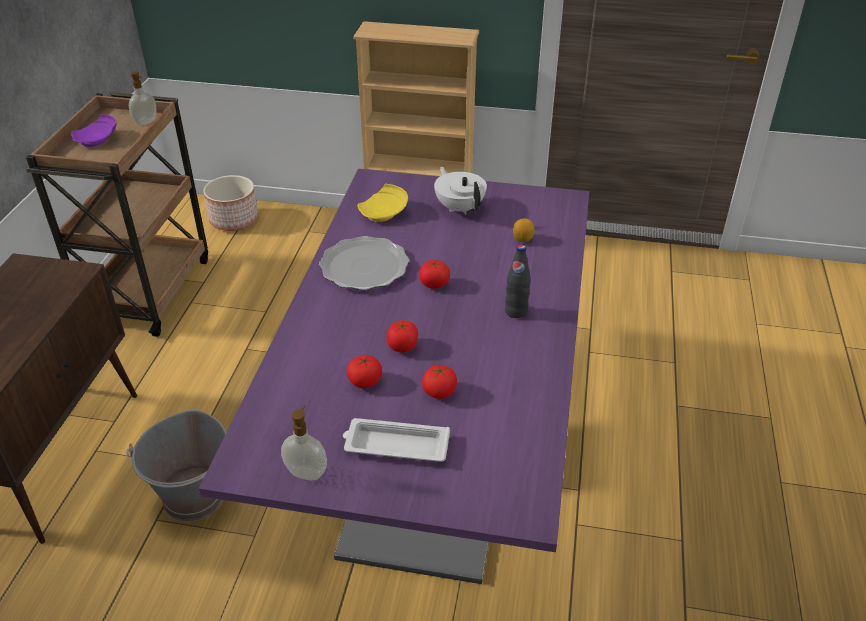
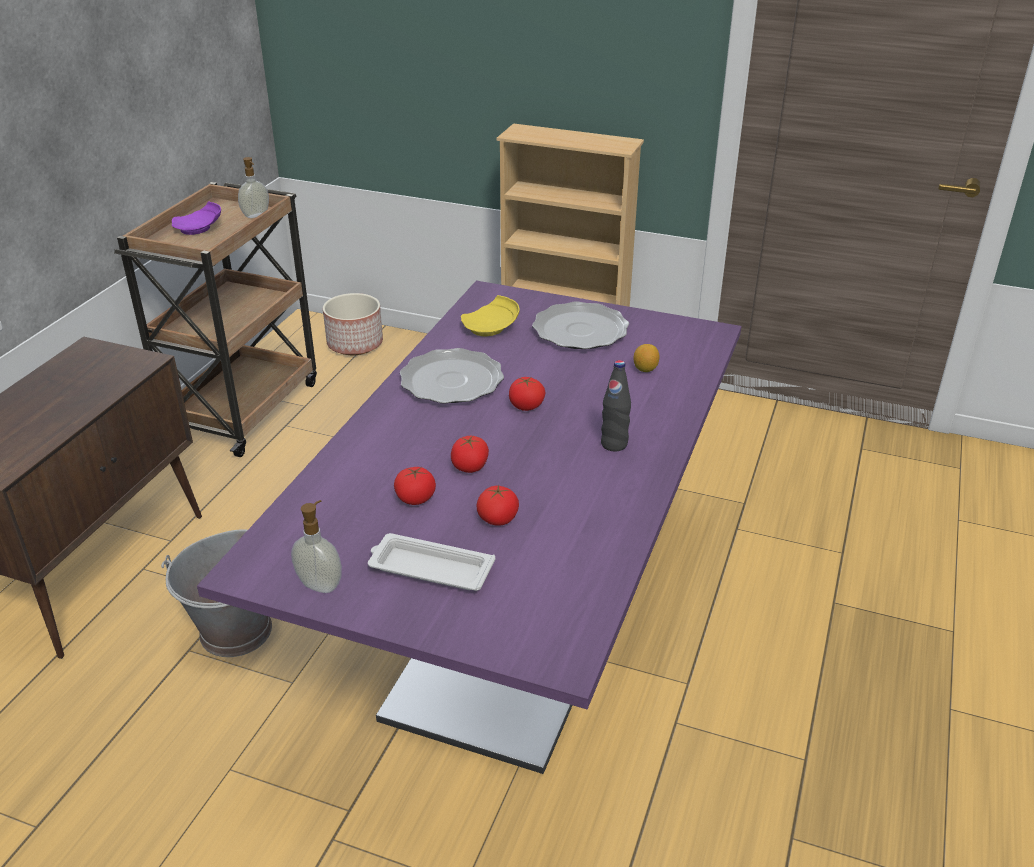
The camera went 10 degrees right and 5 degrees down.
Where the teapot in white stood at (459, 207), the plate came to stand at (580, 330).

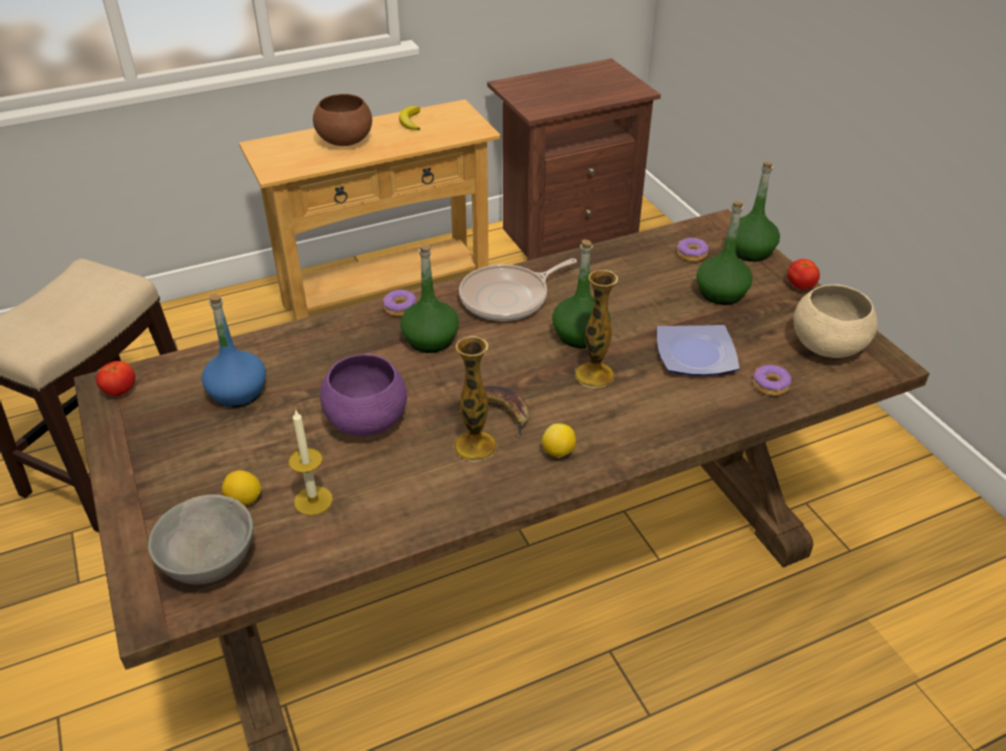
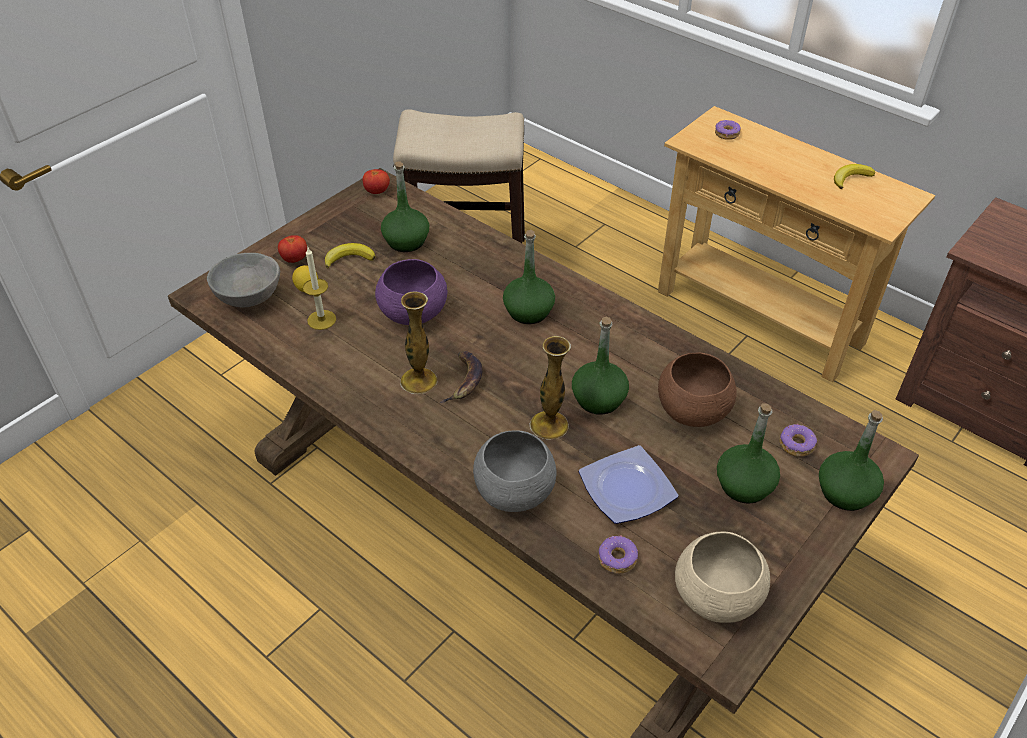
The camera went 65 degrees right and 5 degrees up.
What was the bottle in blue at (238, 392) turned into the bottle in green at (406, 241).
The bowl in brown ended up elsewhere, having gone from (345, 141) to (691, 411).
The donut ended up elsewhere, having gone from (400, 308) to (726, 134).
The second view lost the frying pan at (508, 298).
The second view lost the lemon at (558, 452).
The tomato ended up elsewhere, having gone from (800, 286) to (295, 259).
The second view gained the banana at (349, 258).
The second view gained the bowl in grey at (513, 492).

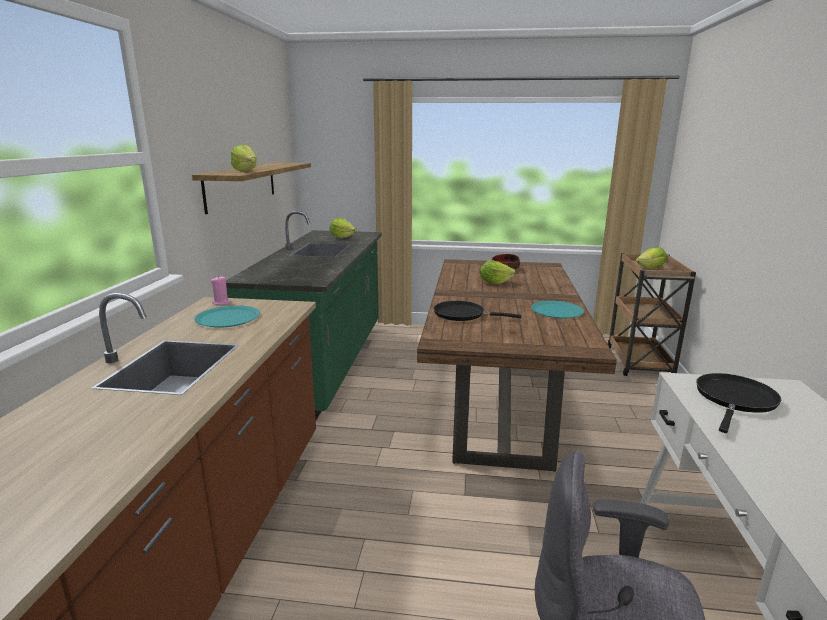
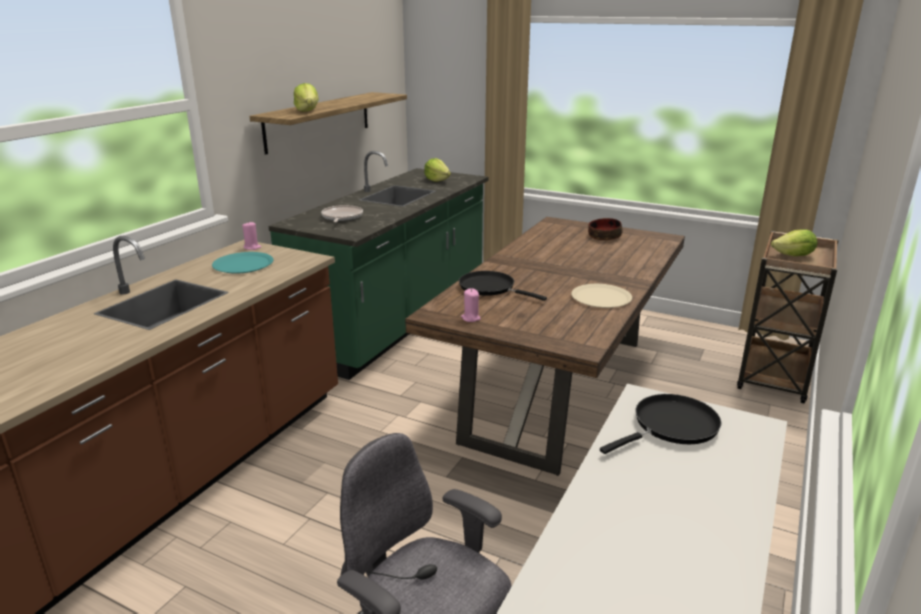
The camera went 20 degrees right and 5 degrees up.
The second view lost the lettuce at (494, 282).
What was the plate in turquoise at (557, 311) turned into the plate in beige at (601, 297).
The second view gained the frying pan at (341, 217).
The second view gained the candle in pink at (470, 318).

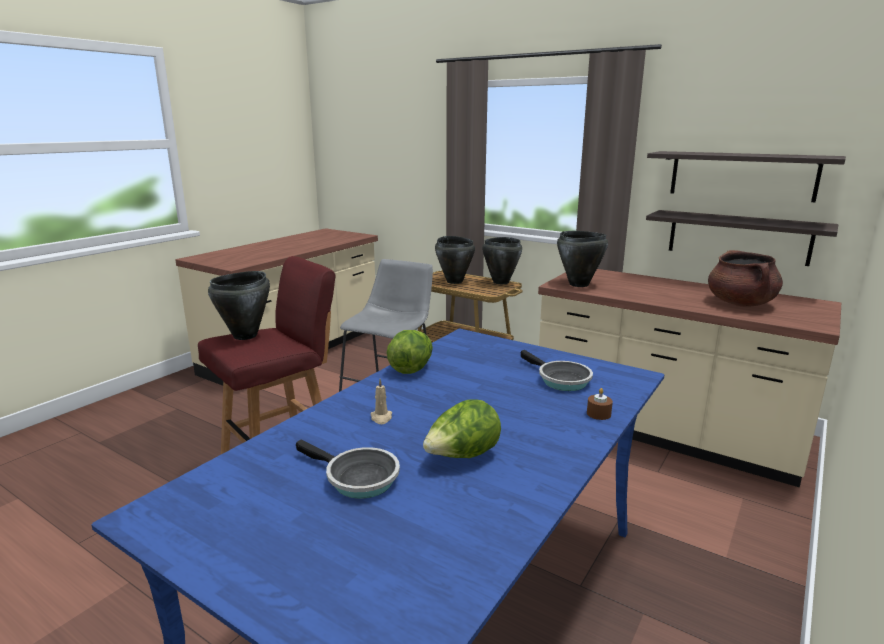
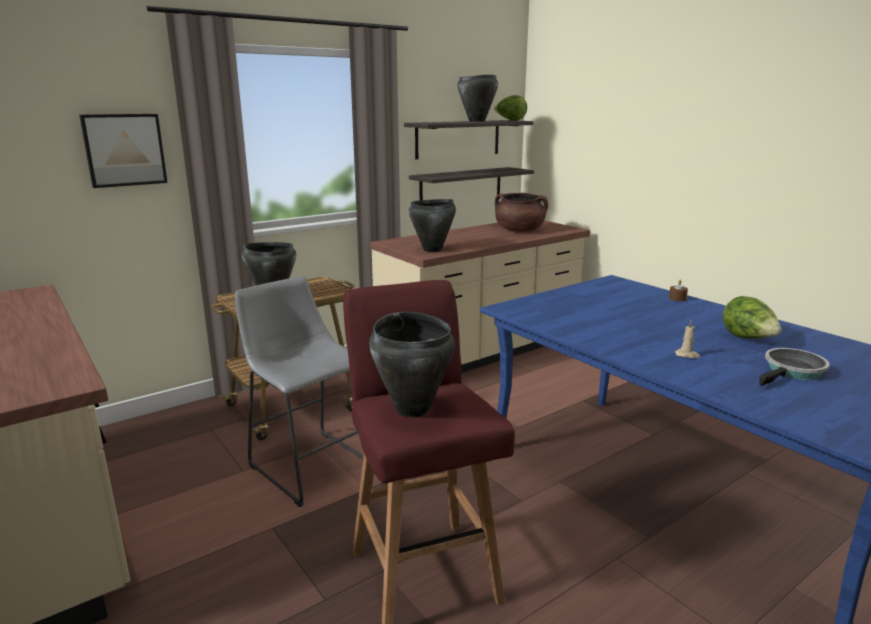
The camera went 70 degrees left and 0 degrees up.
The lettuce ended up elsewhere, having gone from (411, 368) to (510, 120).
The cooking pot in black ended up elsewhere, having gone from (500, 282) to (477, 121).
The second view lost the frying pan at (560, 380).
The second view gained the picture at (124, 150).

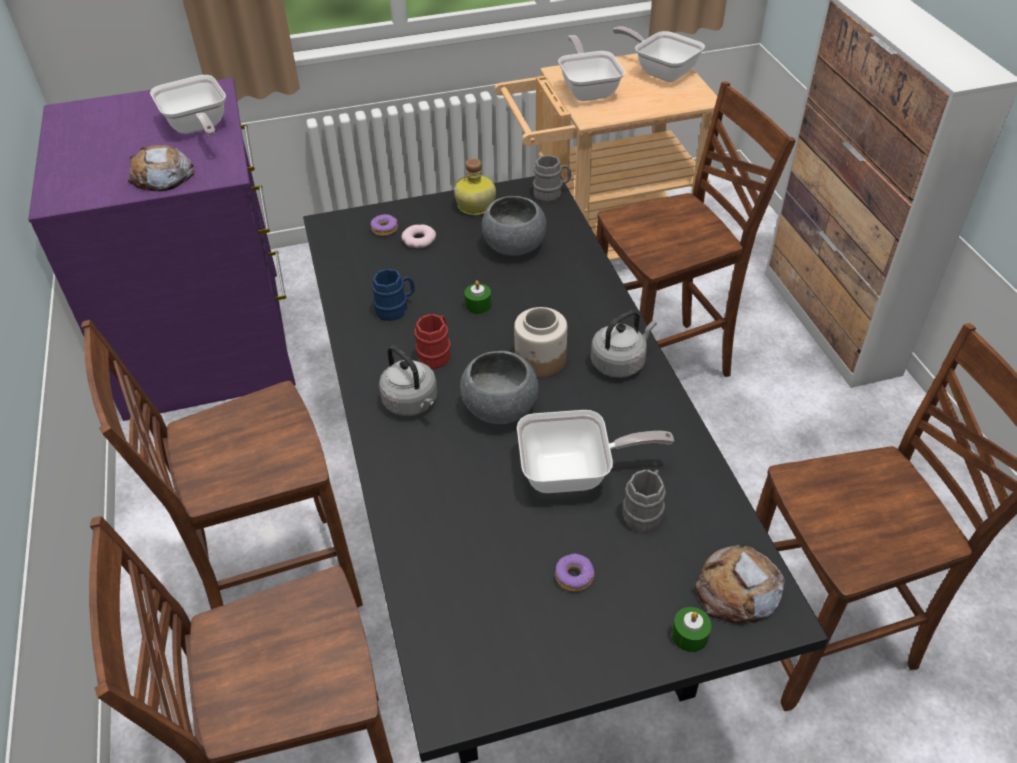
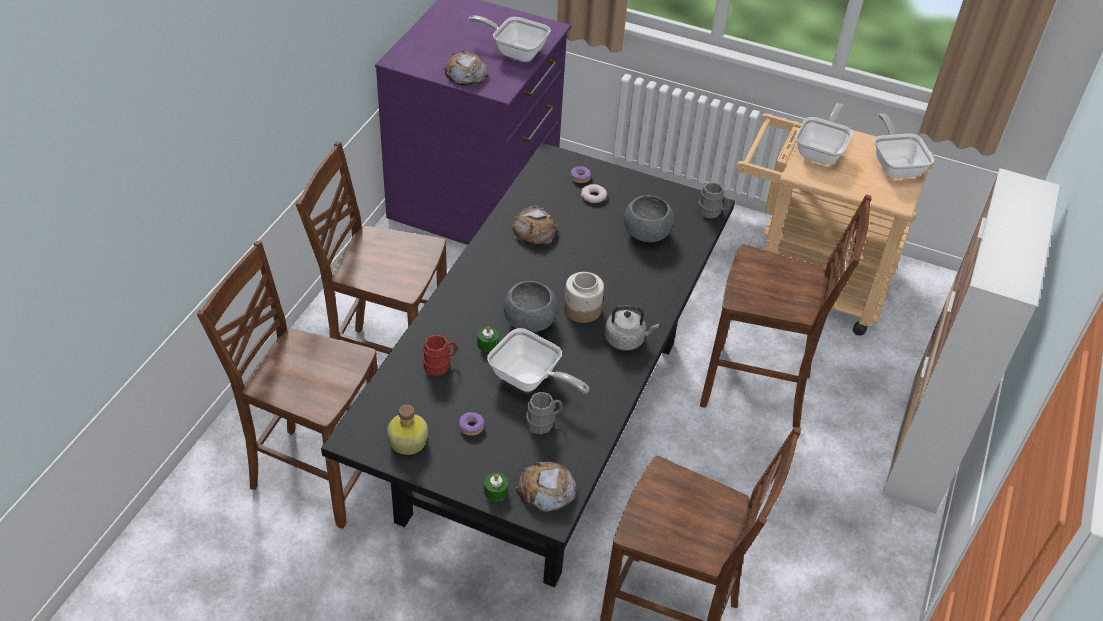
The camera went 35 degrees right and 0 degrees up.
The frying pan at (197, 128) ended up facing another way, 105 degrees clockwise from before.
Where the mug in blue stood at (396, 309), the bread came to stand at (534, 231).
The second view lost the kettle in grey at (412, 403).
The mug in red ended up elsewhere, having gone from (436, 353) to (440, 365).
The bottle ended up elsewhere, having gone from (475, 206) to (407, 442).
The candle in green ended up elsewhere, having gone from (478, 305) to (487, 344).

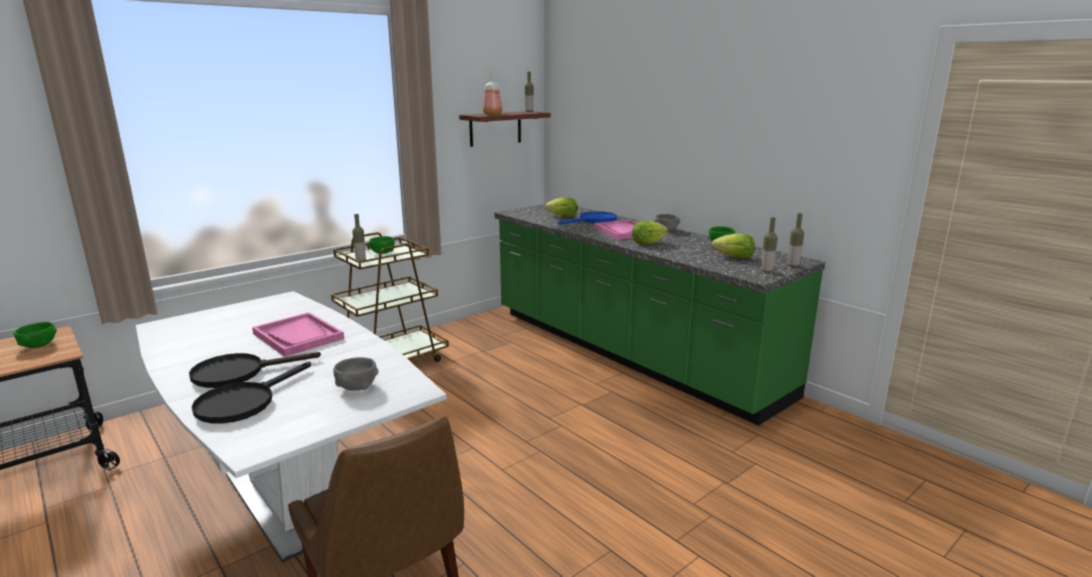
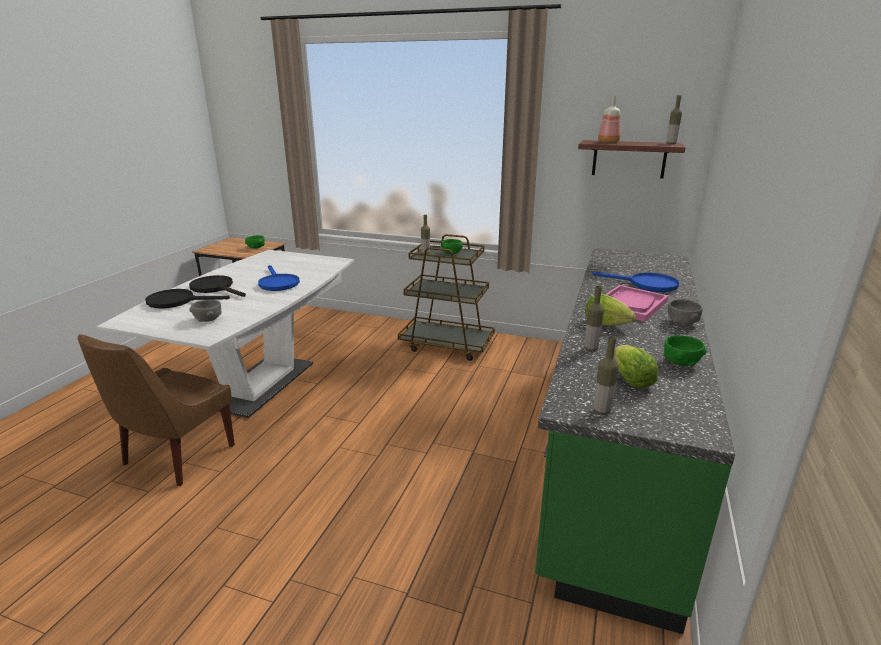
The camera went 60 degrees right and 5 degrees up.
Where the tray in pink stood at (298, 336), the frying pan in blue came to stand at (277, 283).
The second view lost the lettuce at (563, 216).
The bottle ended up elsewhere, having gone from (793, 266) to (590, 348).

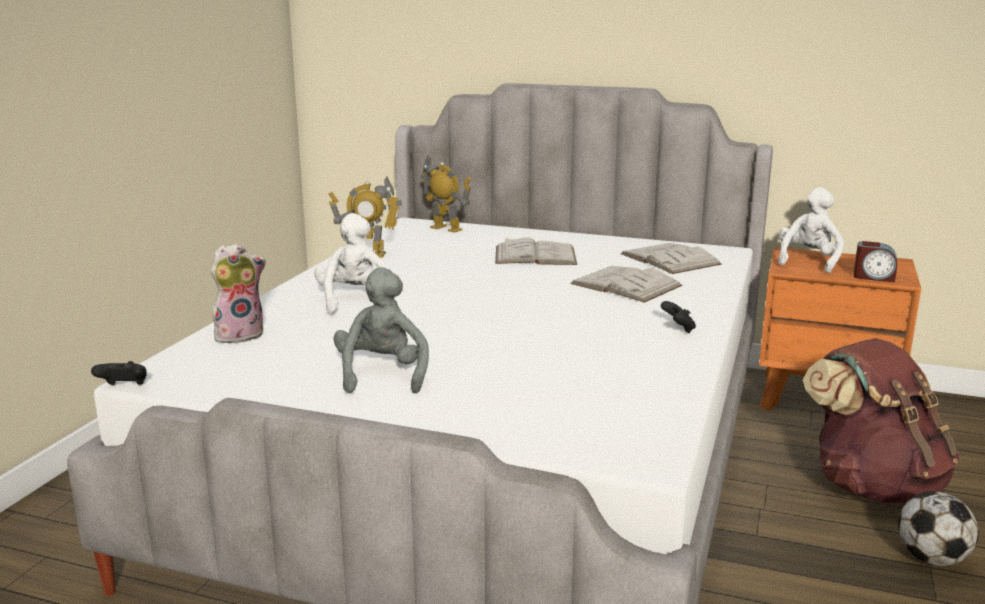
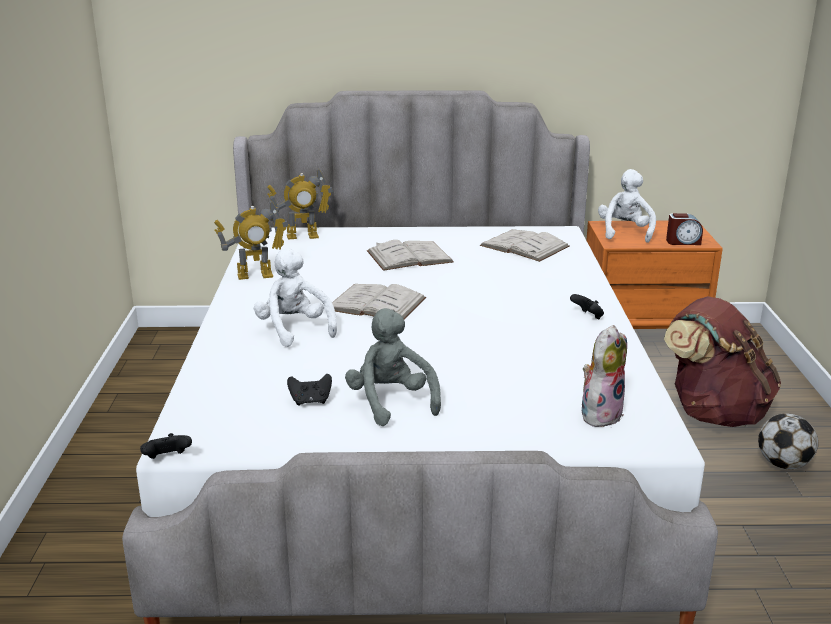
The camera went 20 degrees left and 5 degrees up.
The plush toy ended up elsewhere, having gone from (240, 335) to (600, 414).
The toy robot at (446, 228) ended up facing another way, 150 degrees clockwise from before.
The book in white ended up elsewhere, having gone from (626, 285) to (376, 303).
The second view gained the game controller in black at (310, 401).

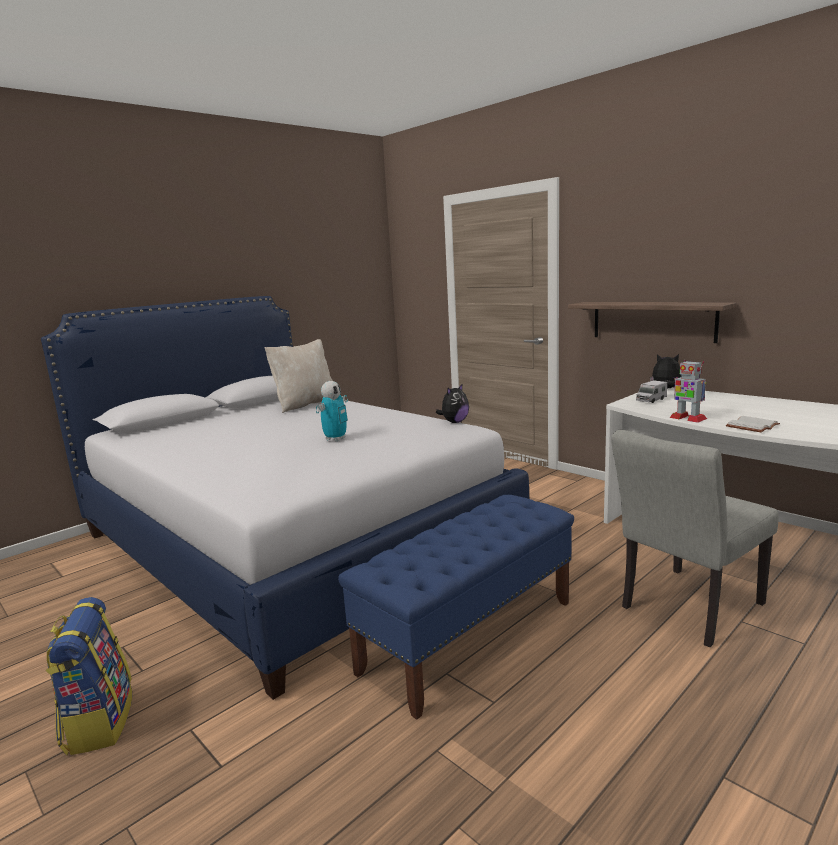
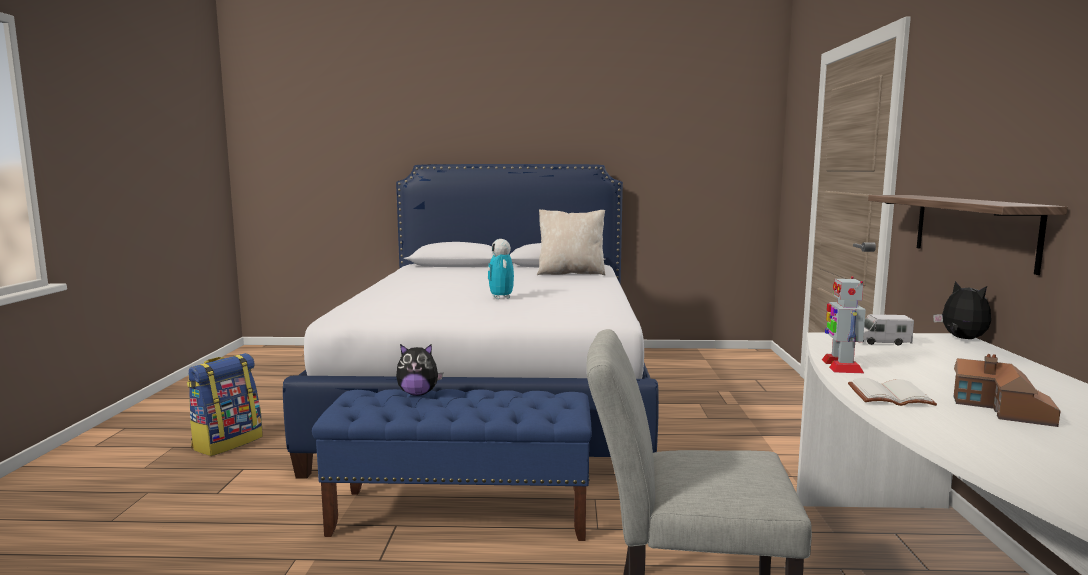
The camera went 45 degrees right and 5 degrees down.
The toy robot at (335, 439) ended up facing another way, 90 degrees clockwise from before.
The plush toy ended up elsewhere, having gone from (454, 422) to (418, 394).
The second view gained the toy house at (1002, 410).

